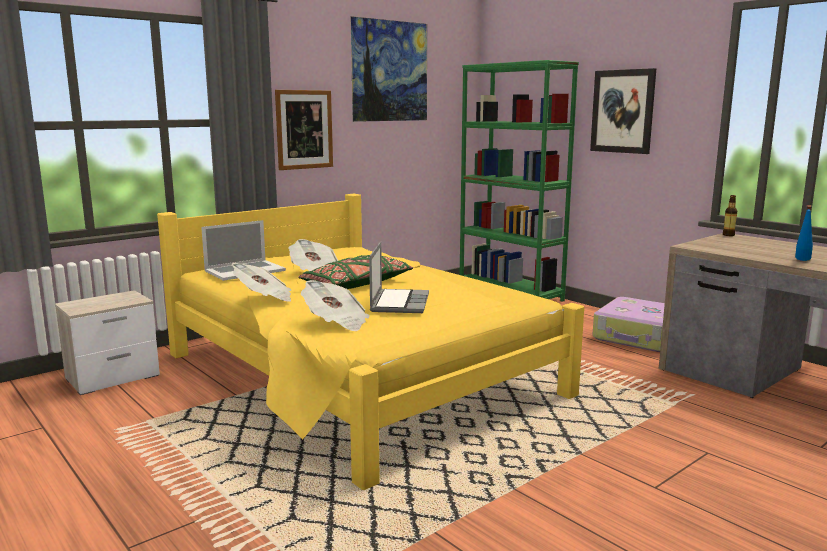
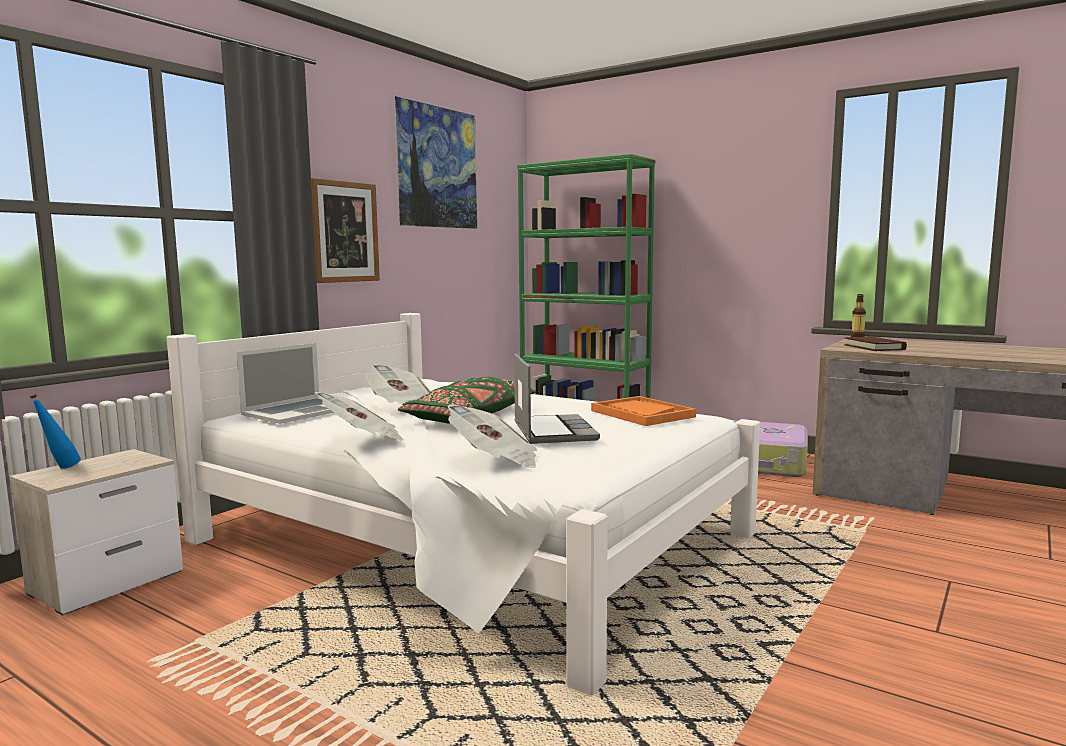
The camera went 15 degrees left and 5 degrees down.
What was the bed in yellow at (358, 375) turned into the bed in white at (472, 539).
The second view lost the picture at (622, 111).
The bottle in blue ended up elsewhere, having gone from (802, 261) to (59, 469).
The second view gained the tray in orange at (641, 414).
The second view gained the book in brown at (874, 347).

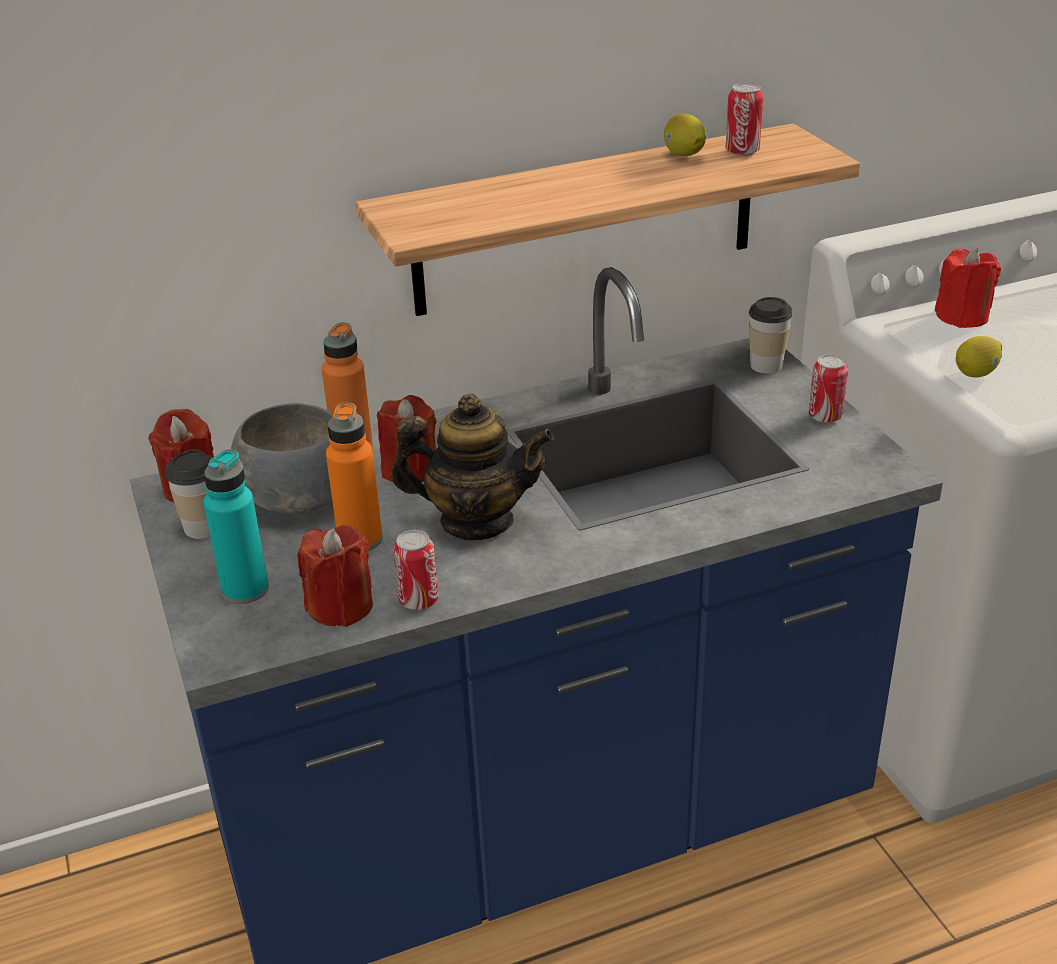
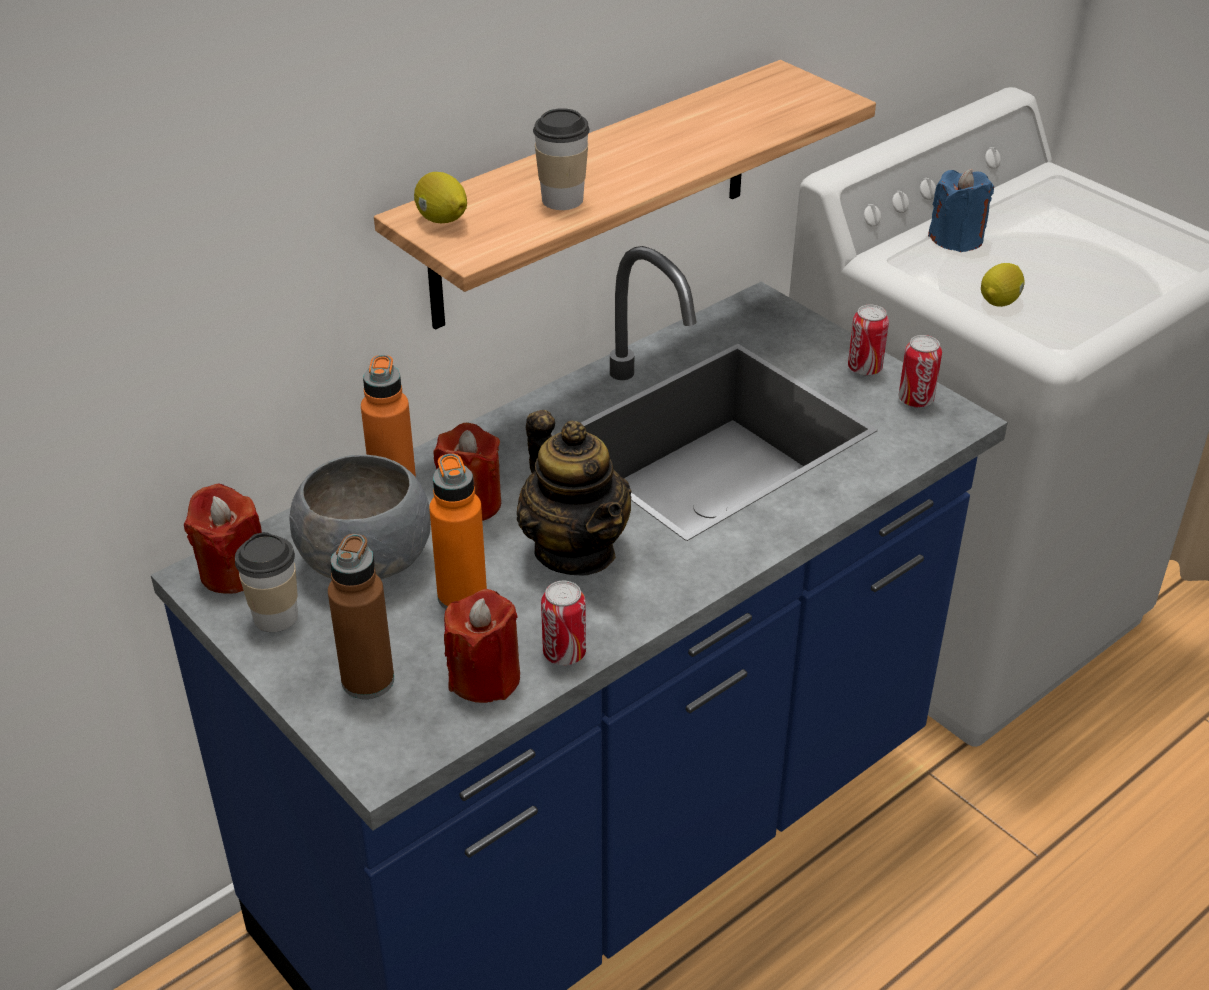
The camera went 20 degrees left and 5 degrees up.
What was the bottle in turquoise at (245, 589) turned into the bottle in brown at (368, 680).
The teapot at (476, 521) ended up facing another way, 75 degrees clockwise from before.
The lemon ended up elsewhere, having gone from (684, 155) to (442, 220).
The can ended up elsewhere, having gone from (742, 152) to (915, 400).
The cup ended up elsewhere, having gone from (766, 365) to (562, 199).
What was the candle in red at (962, 317) turned into the candle in blue at (956, 239).

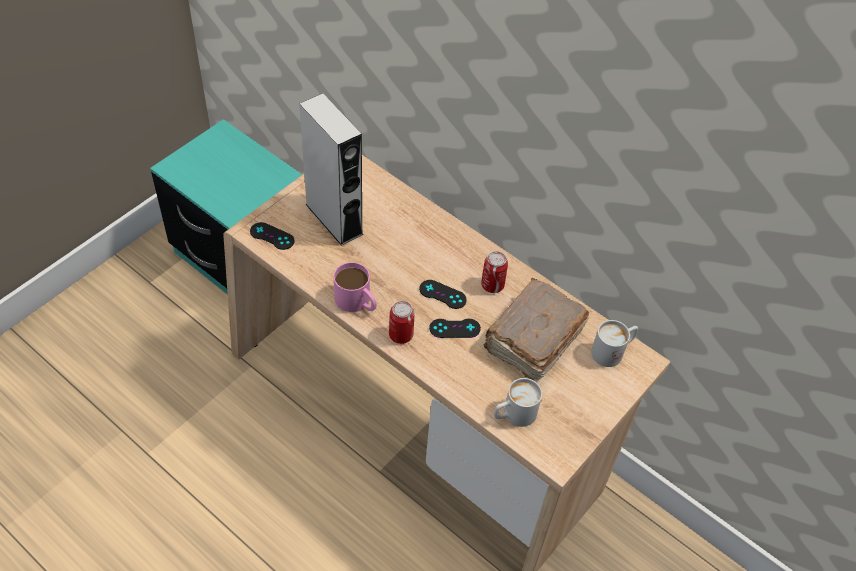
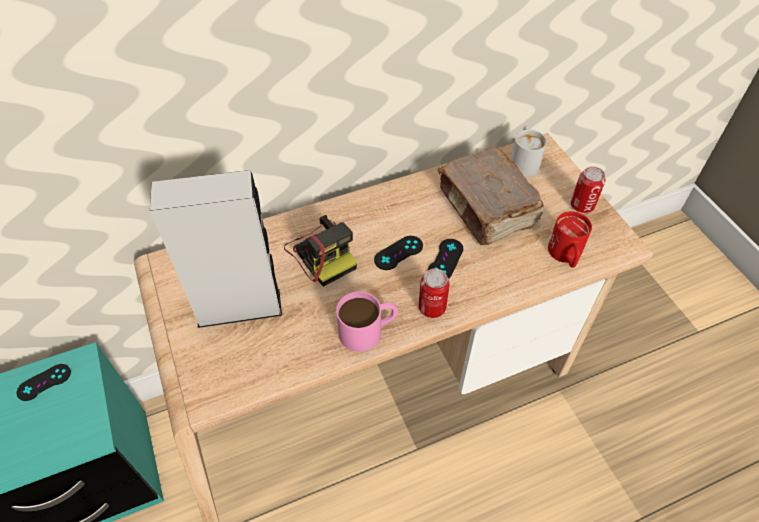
The camera went 60 degrees left and 0 degrees up.
The game controller in black ended up elsewhere, having gone from (272, 236) to (44, 382).
The can ended up elsewhere, having gone from (492, 285) to (582, 205).
What was the mug in white at (513, 415) turned into the mug in red at (566, 256).
The second view gained the photo camera at (322, 253).

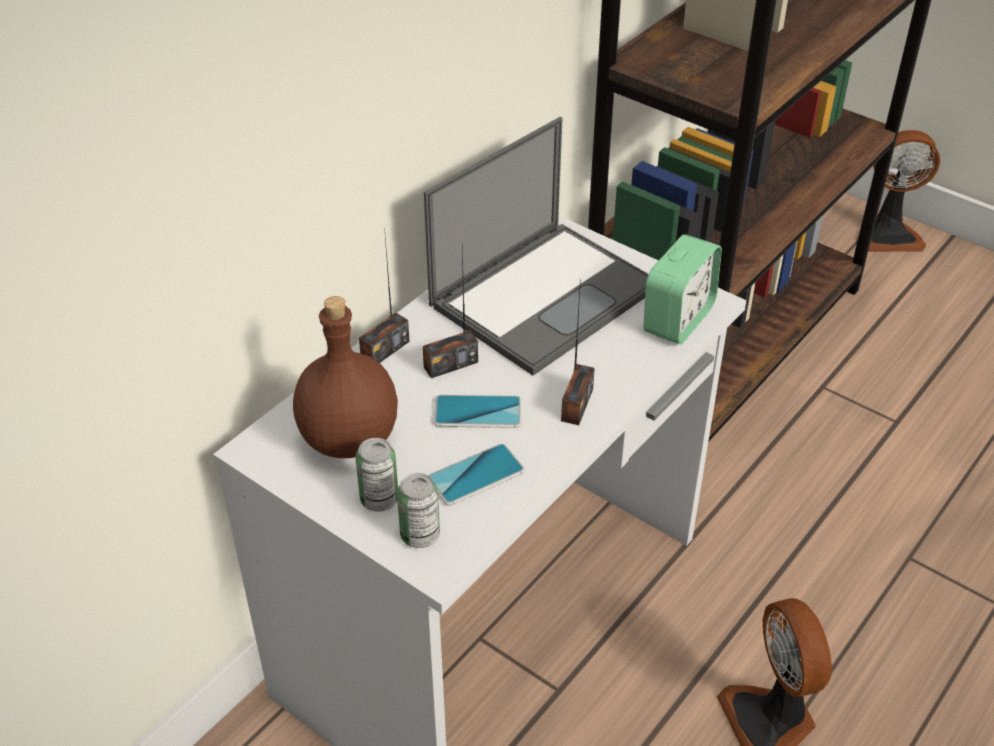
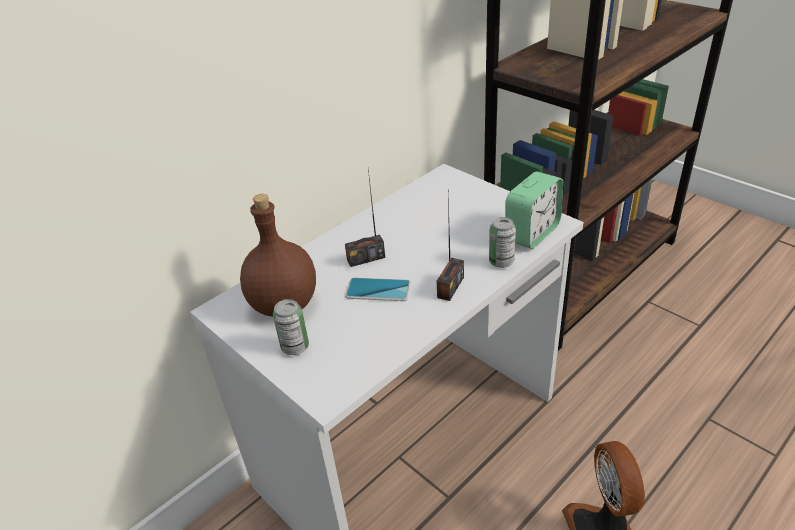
The camera went 10 degrees right and 5 degrees down.
The second view lost the radio at (385, 350).
The can ended up elsewhere, having gone from (420, 535) to (501, 262).
The second view lost the laptop at (545, 294).
The second view lost the phone at (476, 475).
The second view lost the fan at (888, 235).

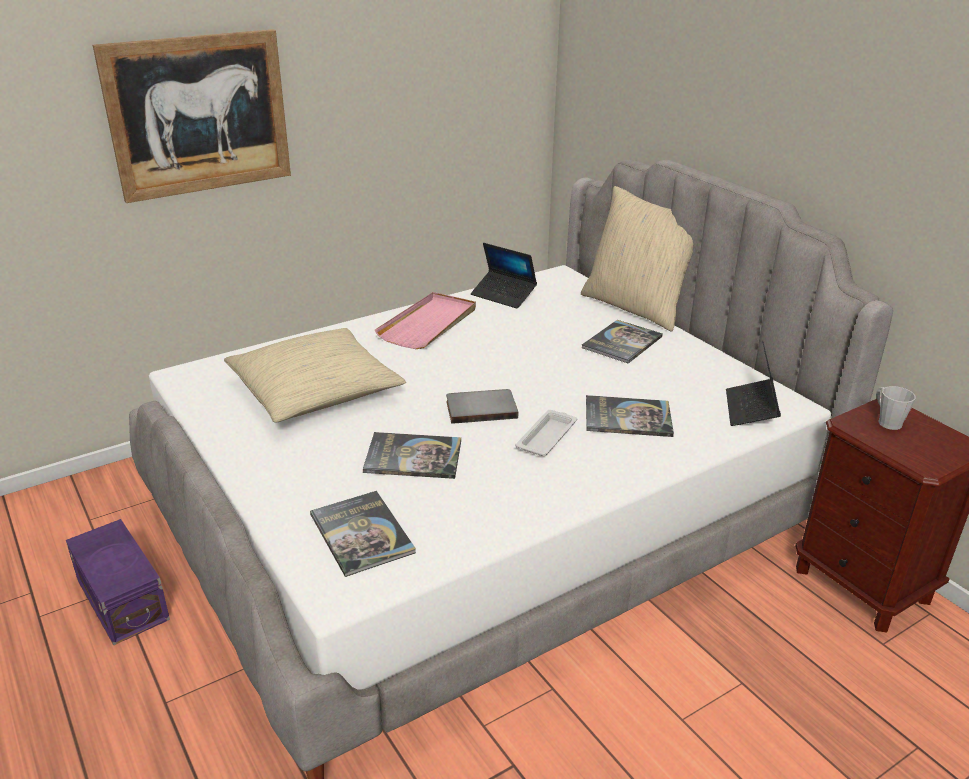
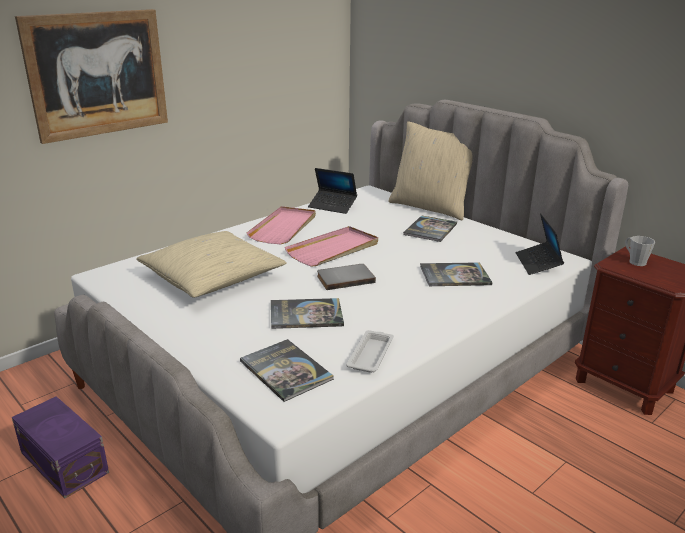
The camera went 10 degrees left and 5 degrees down.
The tray in white ended up elsewhere, having gone from (547, 436) to (371, 354).
The second view gained the tray in pink at (333, 249).

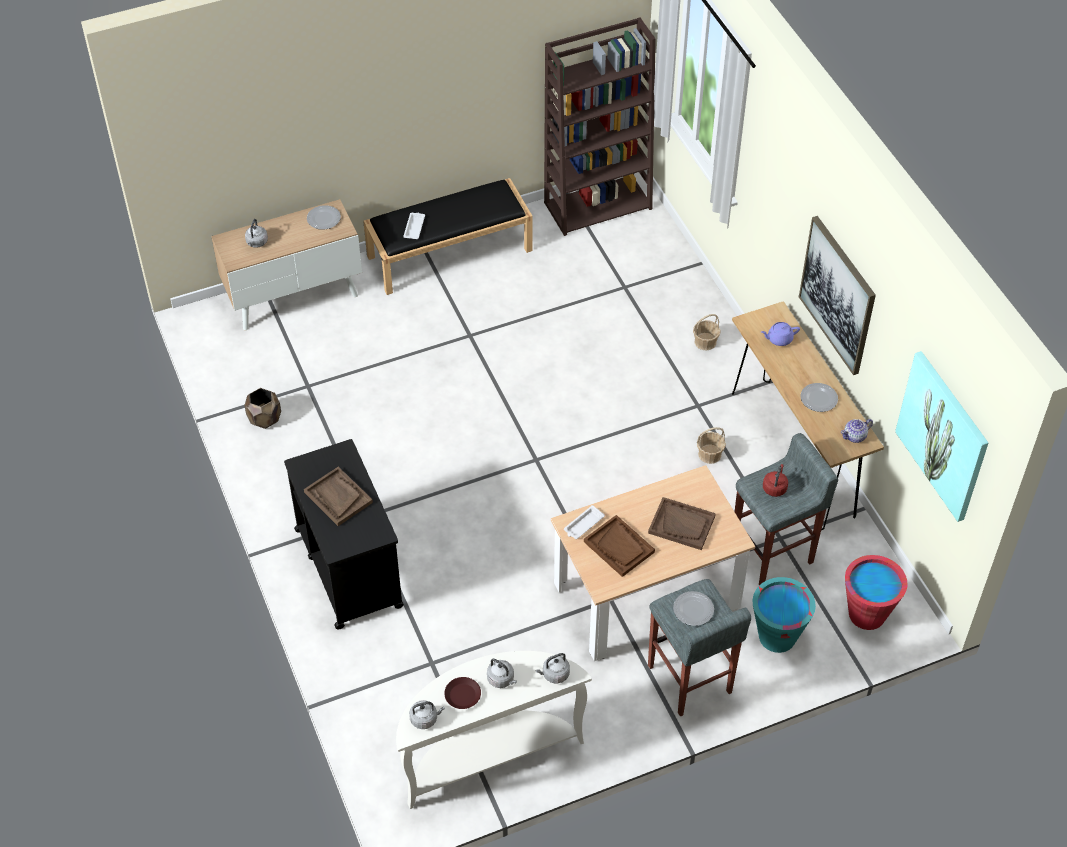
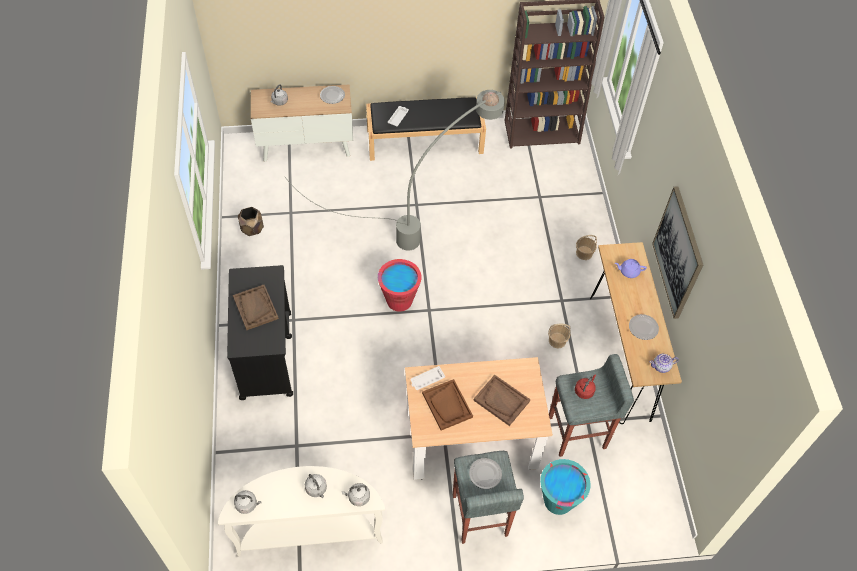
The camera went 15 degrees right and 5 degrees up.
The second view lost the plate in brown at (463, 695).
The bucket in red ended up elsewhere, having gone from (867, 614) to (399, 300).
The second view lost the picture at (943, 435).
The second view gained the floor lamp in grey at (423, 218).

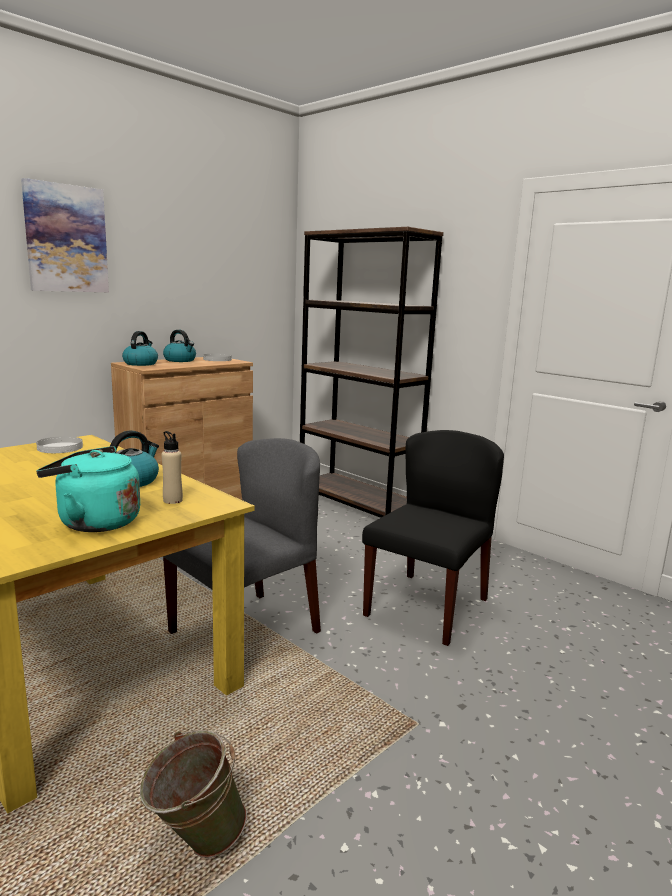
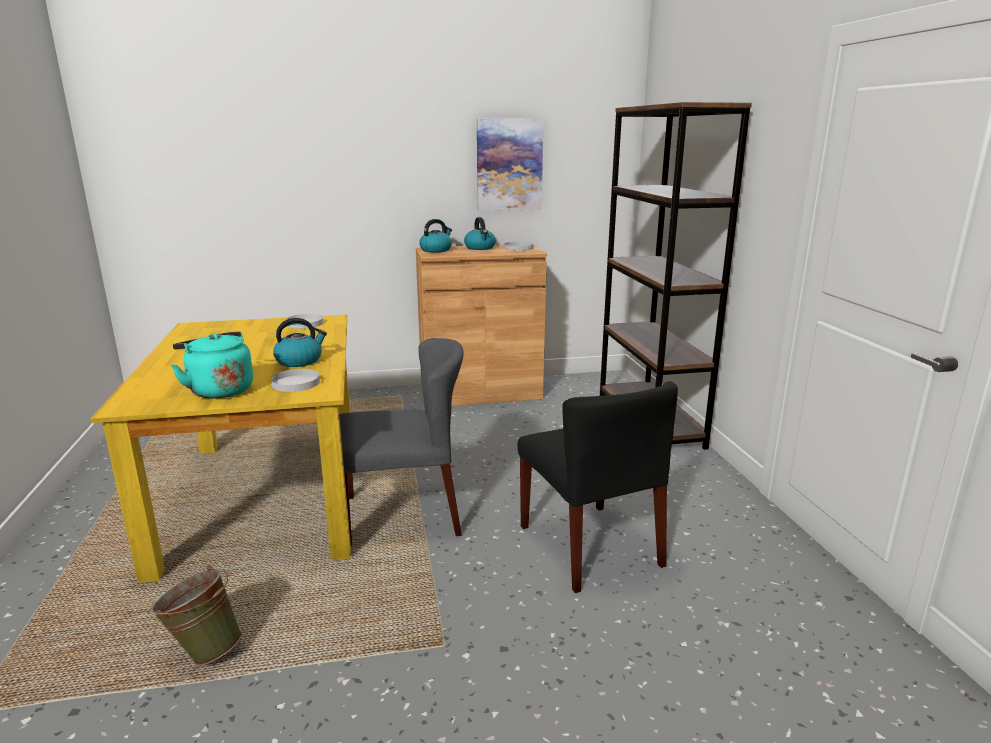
The camera went 35 degrees right and 5 degrees up.
The picture ended up elsewhere, having gone from (66, 239) to (509, 165).
Where the bottle in beige stood at (172, 500), the plate in white came to stand at (295, 383).
The chair in black at (427, 606) ended up facing another way, 90 degrees clockwise from before.

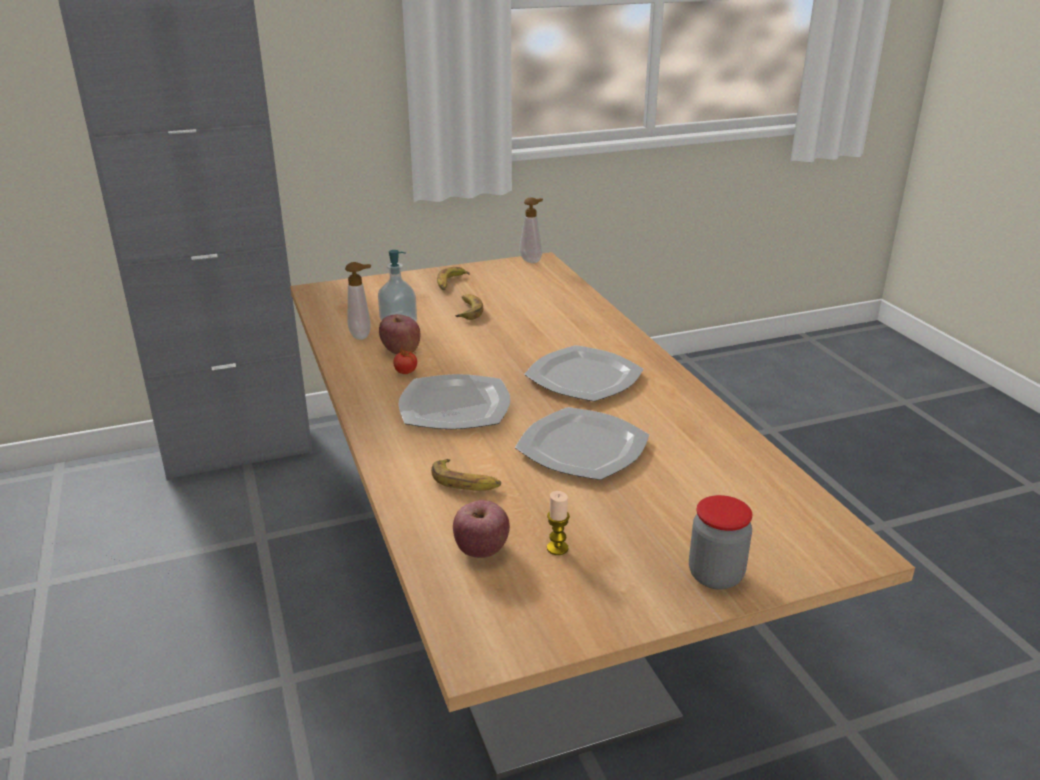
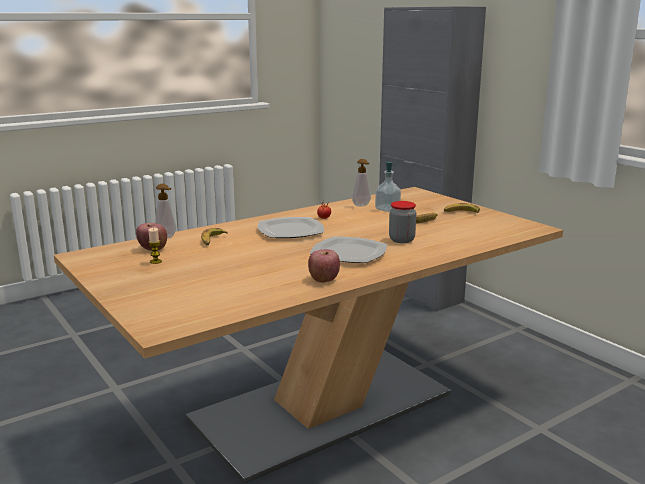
The camera went 75 degrees right and 10 degrees down.
The apple ended up elsewhere, having gone from (401, 351) to (324, 279).
The second view lost the plate at (581, 448).
The soap dispenser ended up elsewhere, having gone from (532, 260) to (167, 238).
The jar ended up elsewhere, having gone from (715, 575) to (401, 240).

